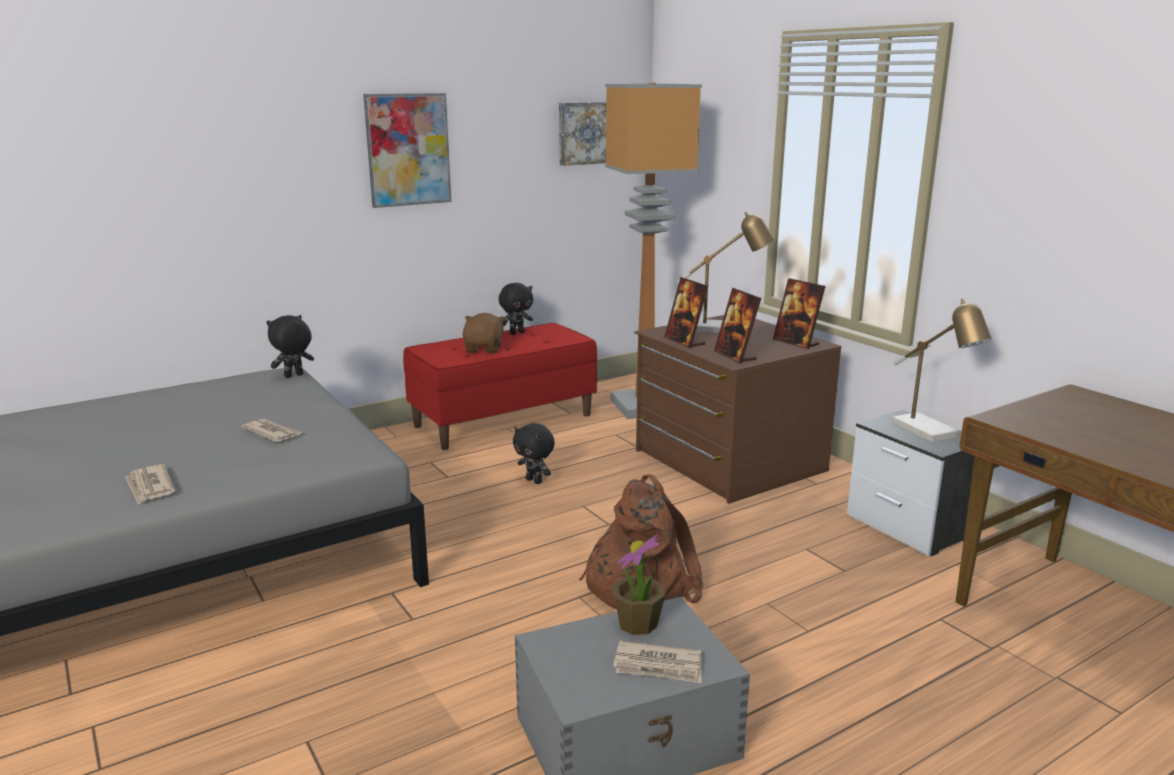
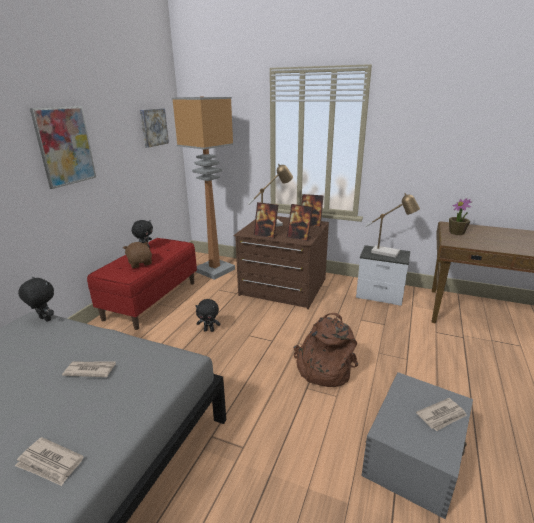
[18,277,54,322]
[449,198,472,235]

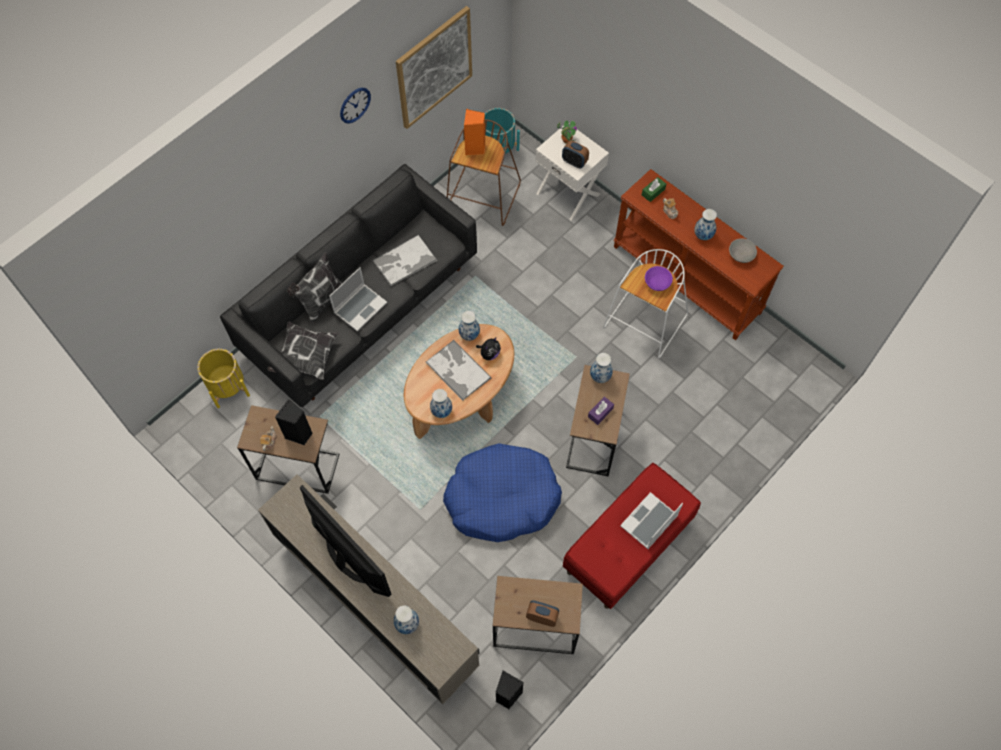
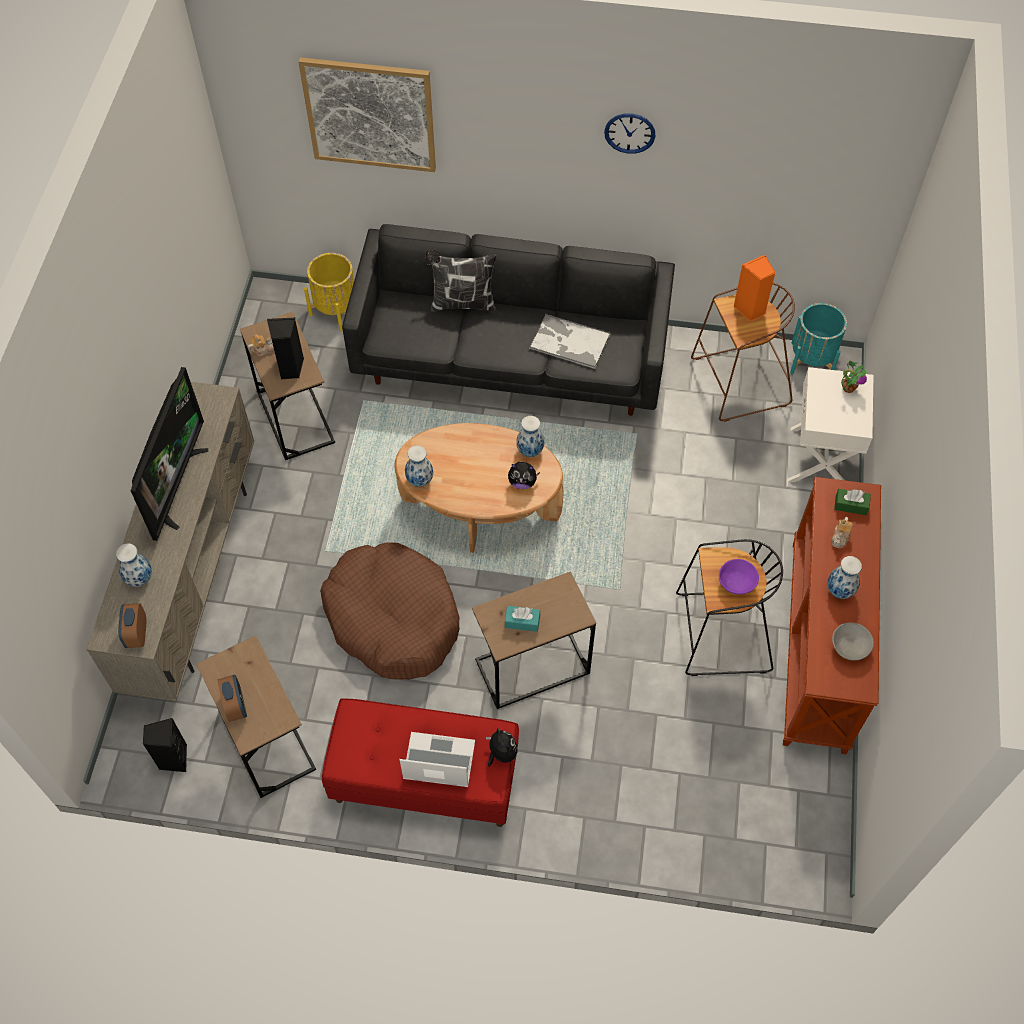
[118,603,146,648]
[298,57,436,172]
[320,542,460,680]
[486,728,518,766]
[505,606,540,632]
[676,539,783,676]
[268,321,339,380] (first image)
[329,267,387,331] (first image)
[426,340,491,401] (first image)
[590,353,613,383] (first image)

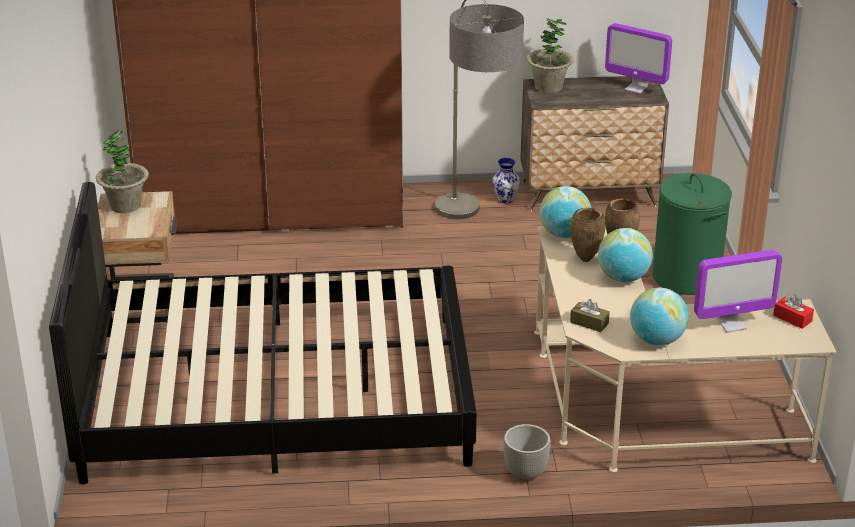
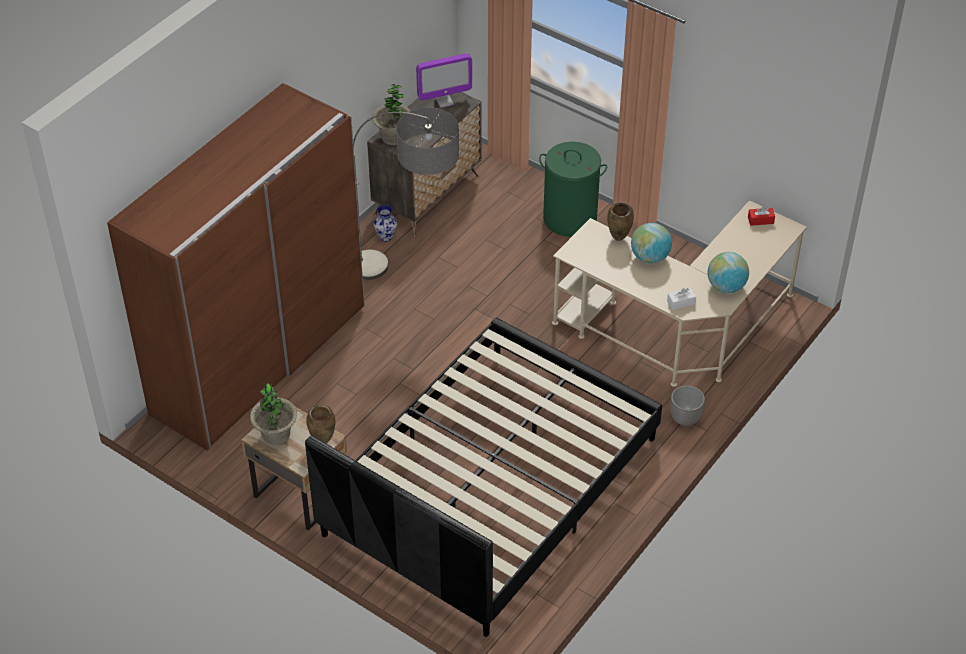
[306,405,336,443]
[667,288,696,310]
[540,186,591,238] (first image)
[694,250,782,332] (first image)

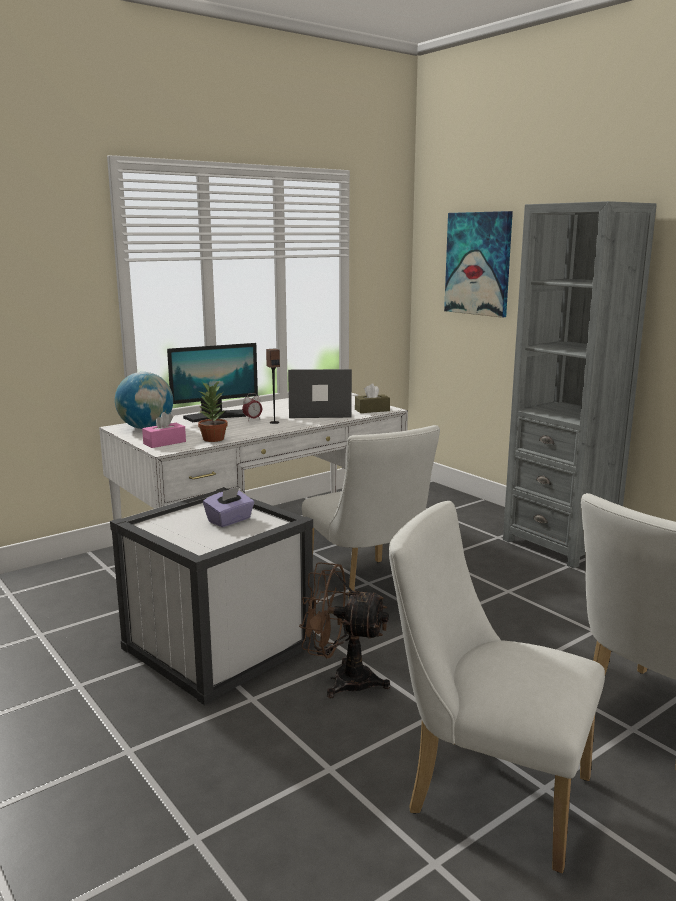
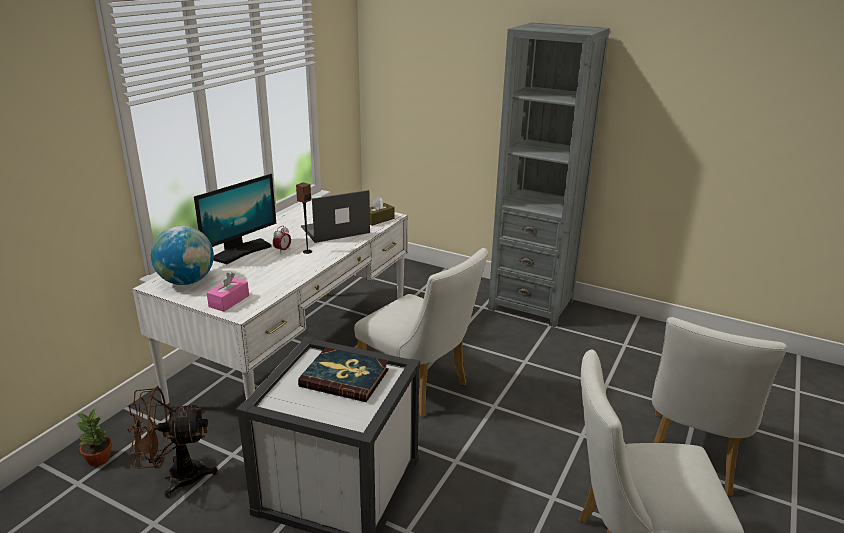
[74,408,112,466]
[127,387,218,498]
[298,347,389,402]
[444,211,513,318] (first image)

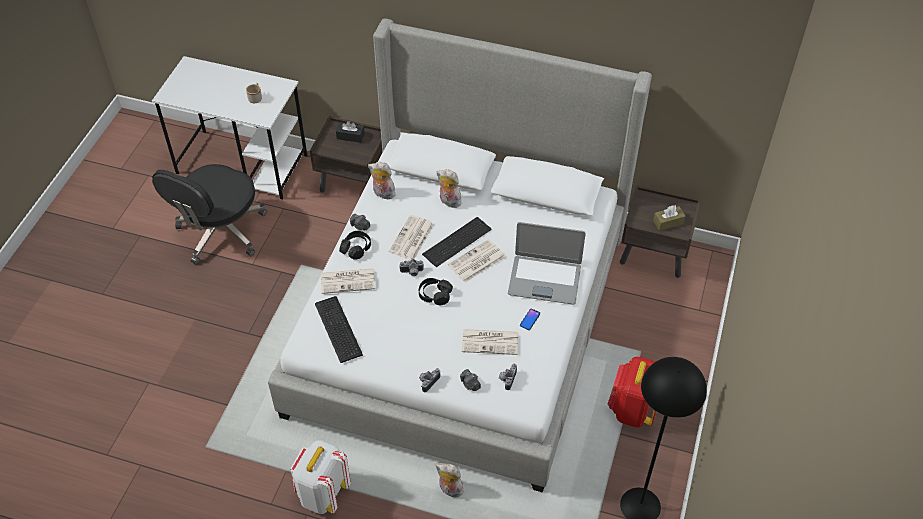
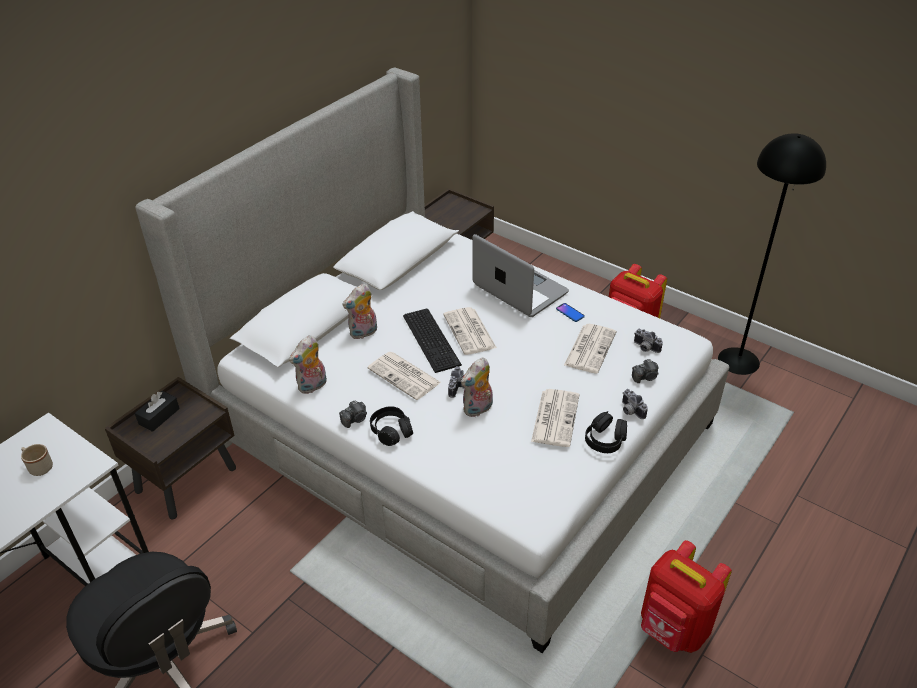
[461,357,493,418]
[472,234,569,317]
[531,389,579,447]
[585,411,627,453]
[641,540,732,653]
[315,296,363,363] (first image)
[653,205,686,231] (first image)

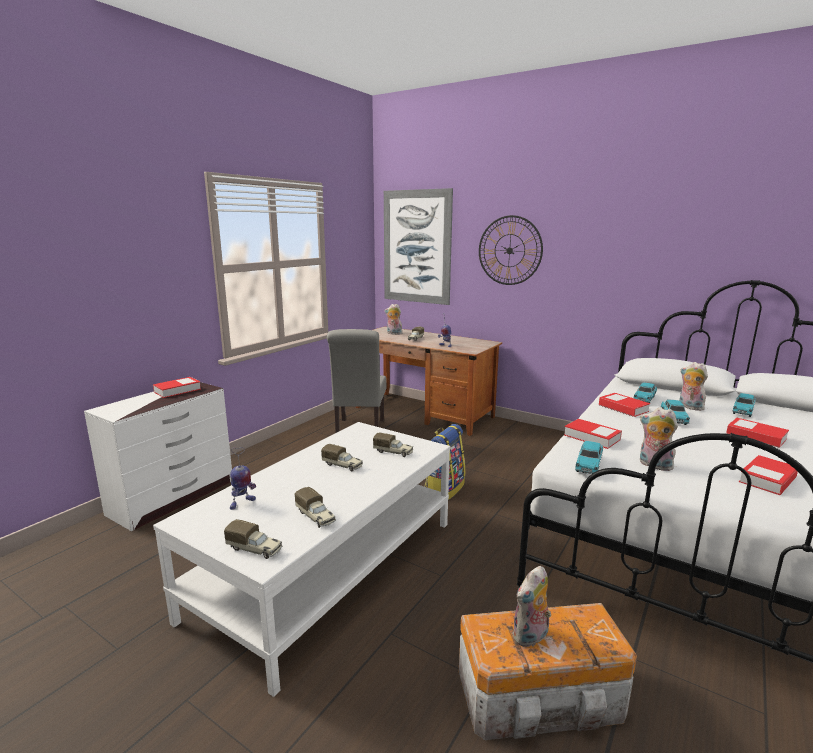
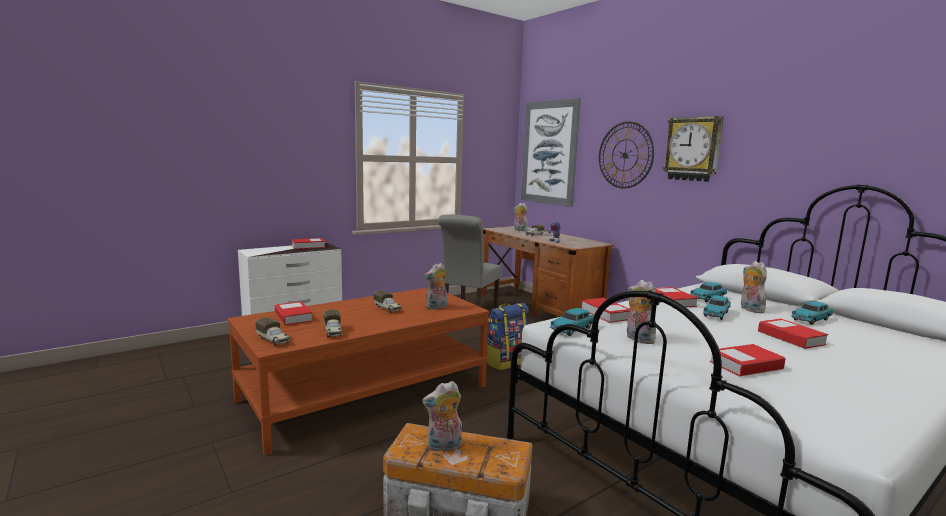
[228,288,489,456]
[275,301,312,325]
[425,263,447,310]
[663,116,724,182]

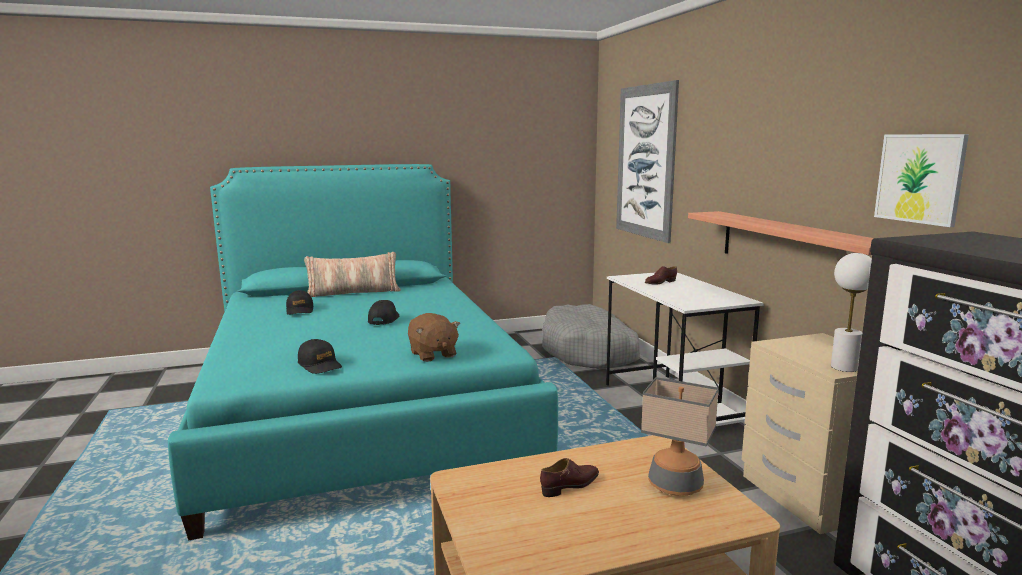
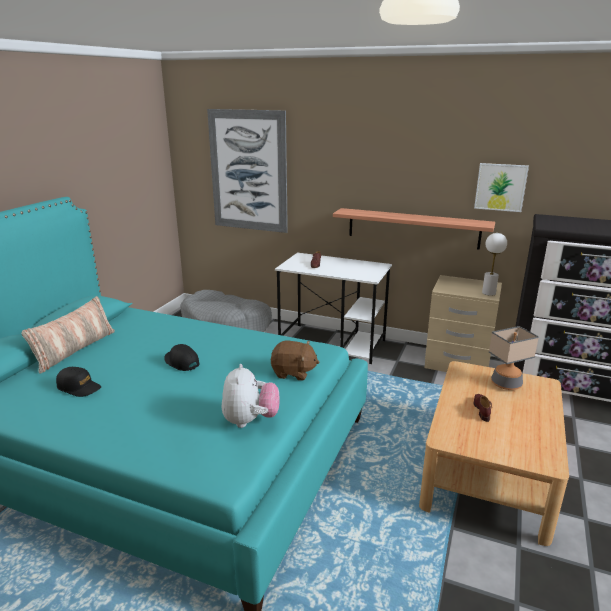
[222,364,280,428]

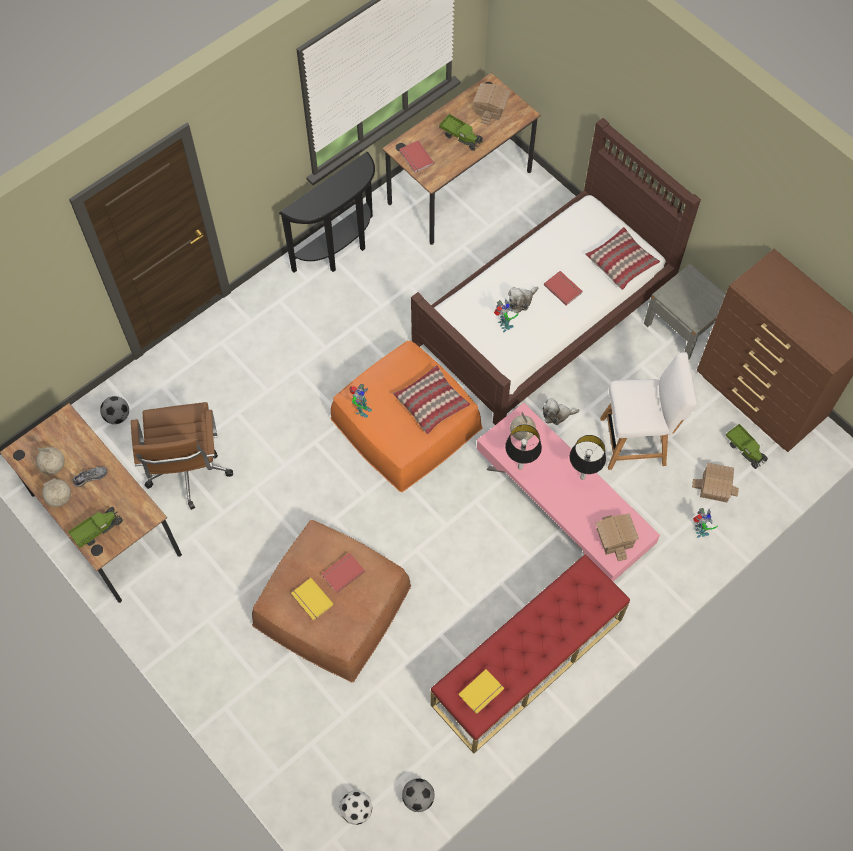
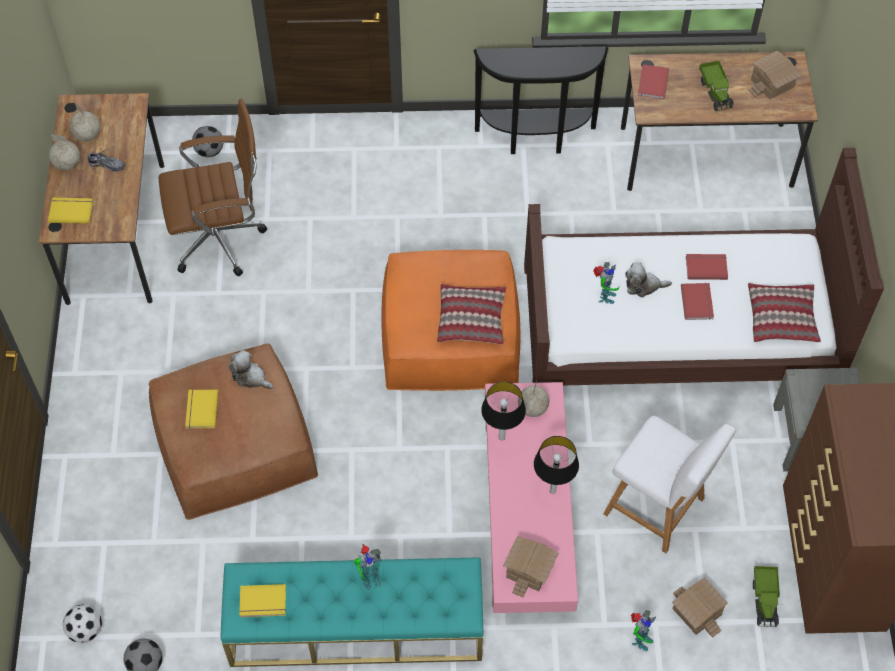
[48,198,93,224]
[159,99,267,276]
[220,558,483,667]
[229,350,273,389]
[353,544,381,591]
[686,254,728,280]

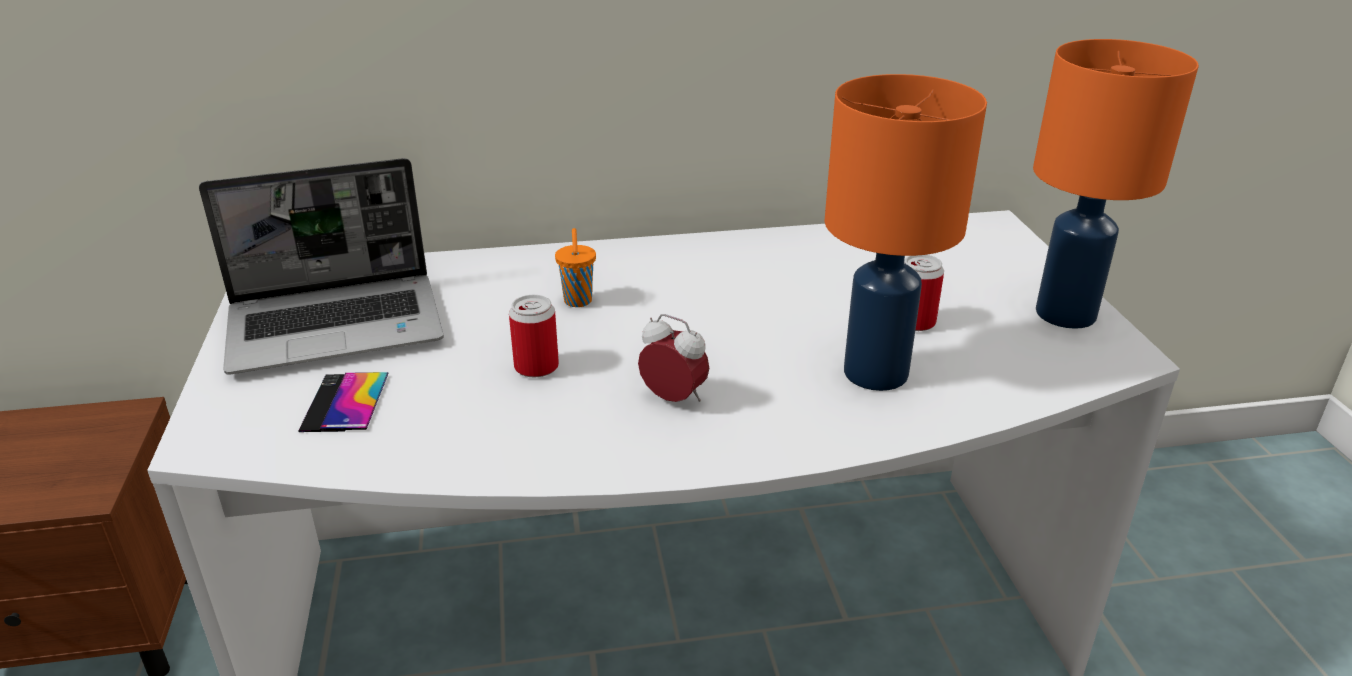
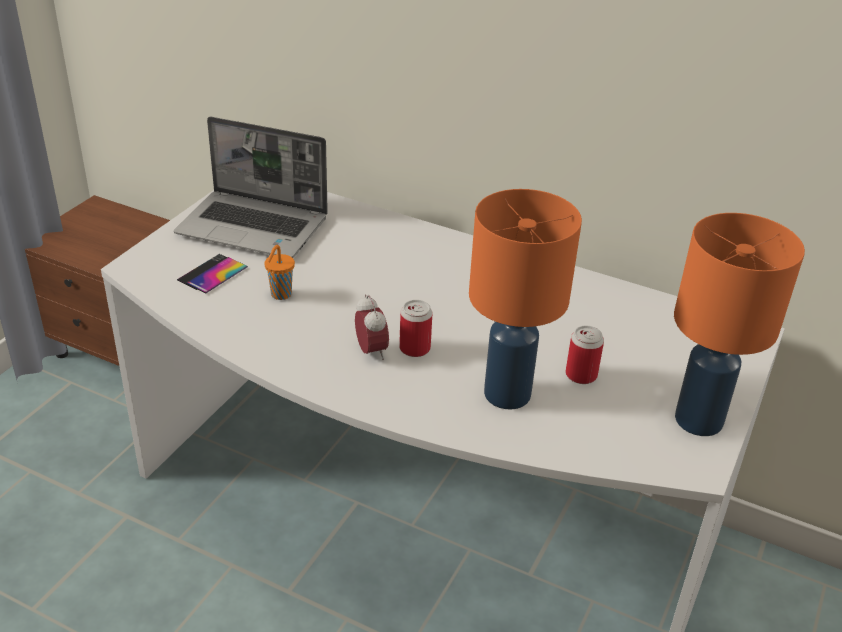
[264,245,295,300]
[399,300,433,357]

